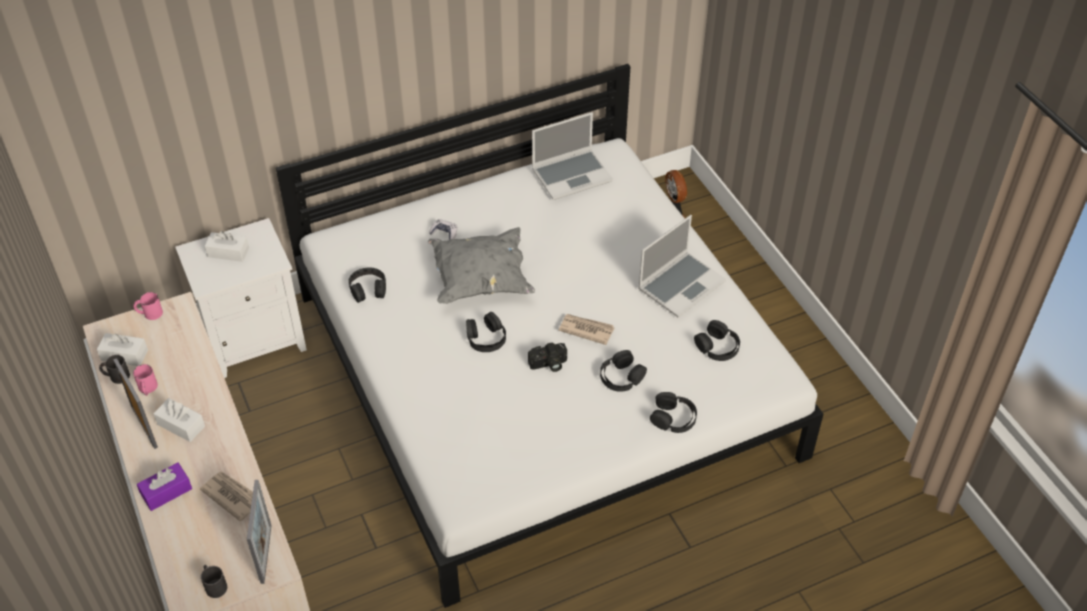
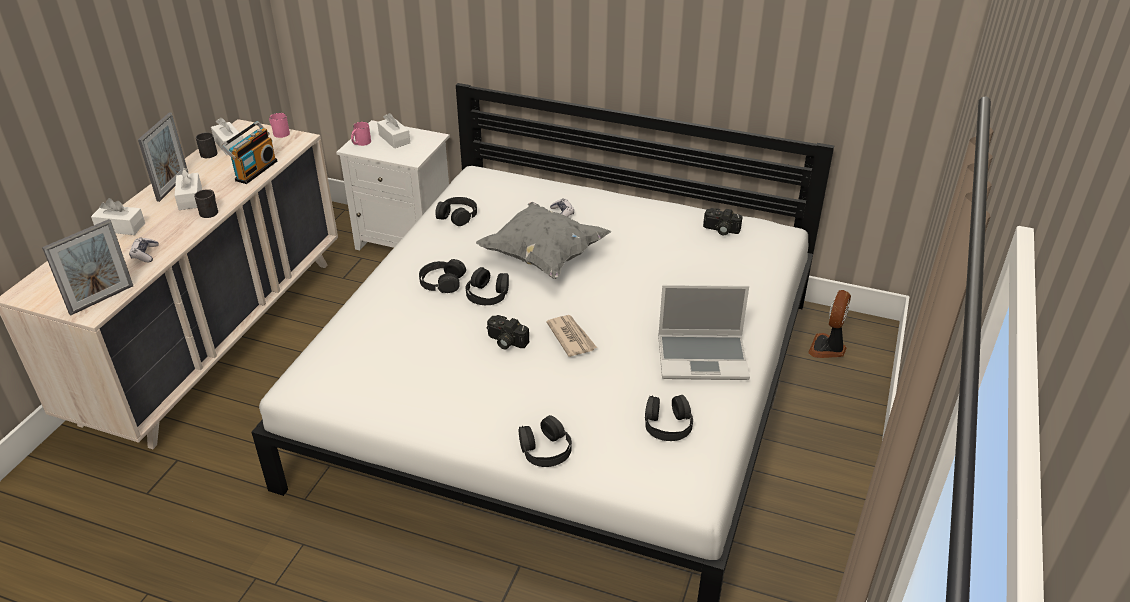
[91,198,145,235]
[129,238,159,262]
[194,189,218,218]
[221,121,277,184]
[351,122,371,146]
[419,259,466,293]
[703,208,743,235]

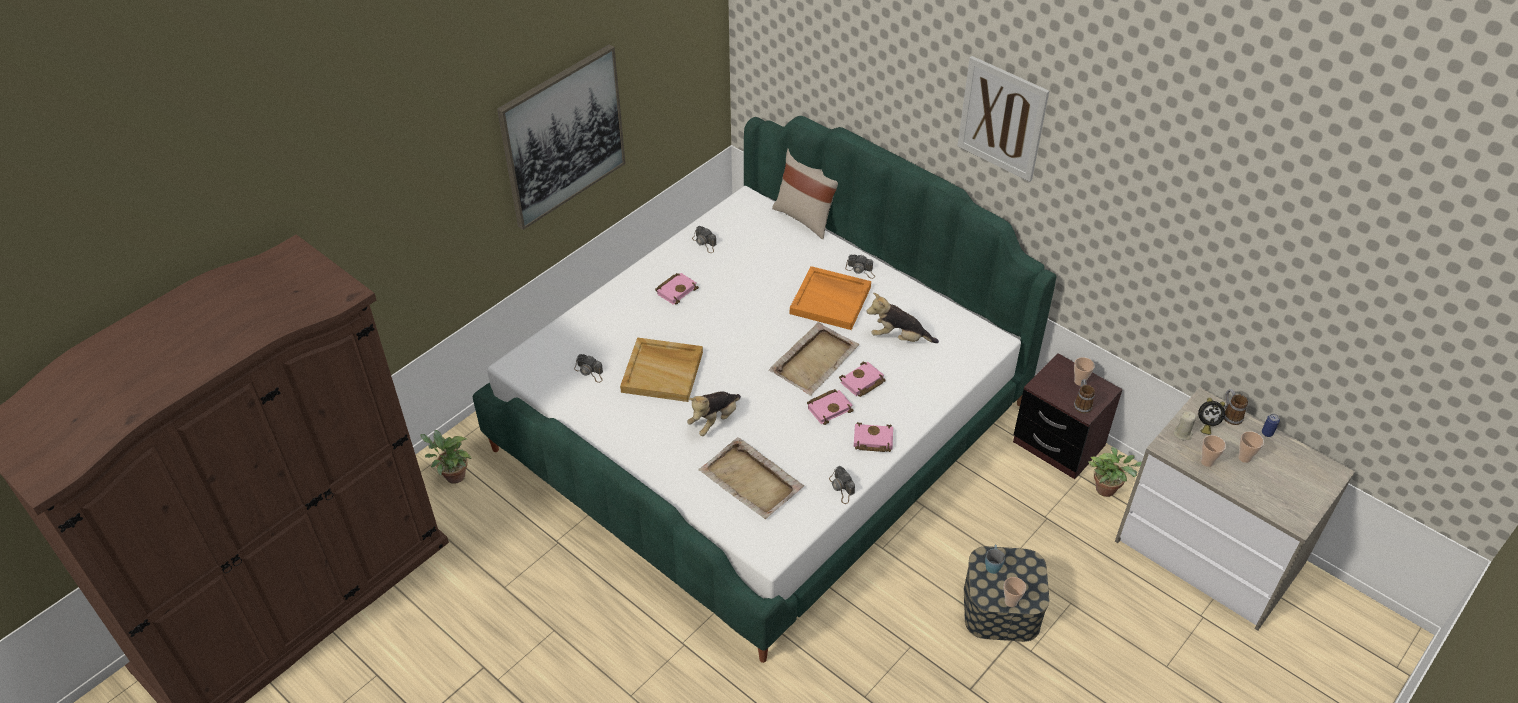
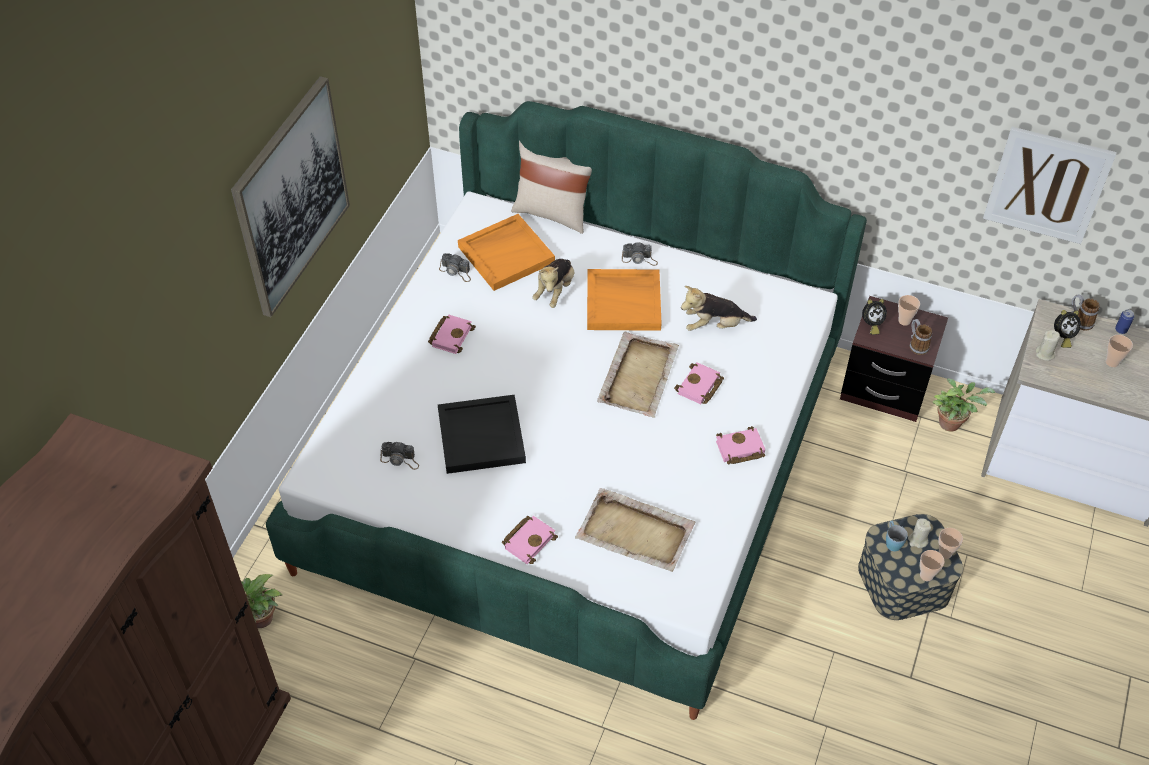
[438,395,526,474]
[458,214,555,291]
[502,516,558,564]
[532,259,575,308]
[862,299,887,335]
[908,518,931,548]
[939,528,963,559]
[983,127,1117,244]
[829,466,855,504] (first image)

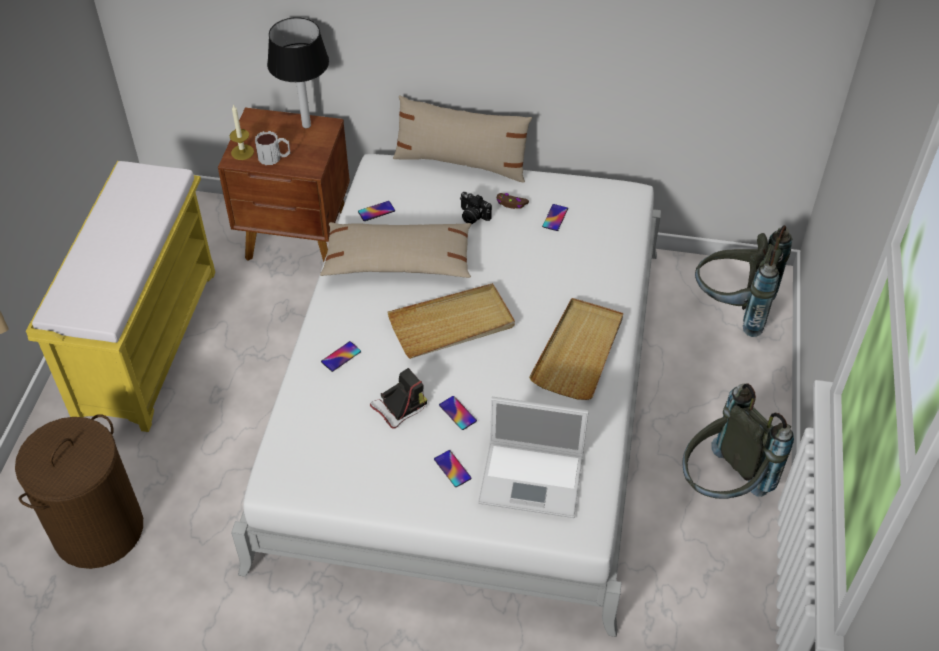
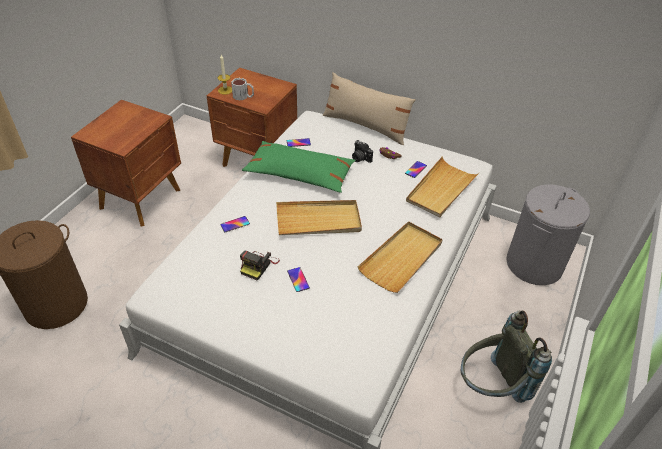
[71,100,181,226]
[240,251,280,281]
[242,141,355,193]
[406,156,479,217]
[506,184,590,285]
[267,17,329,128] (first image)
[434,450,472,487] (first image)
[478,397,589,518] (first image)

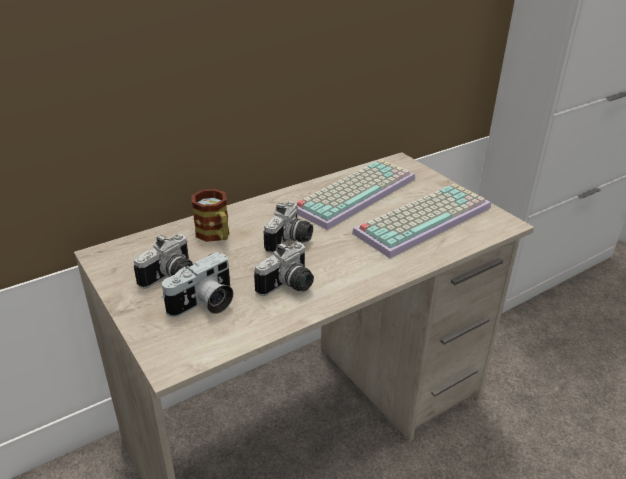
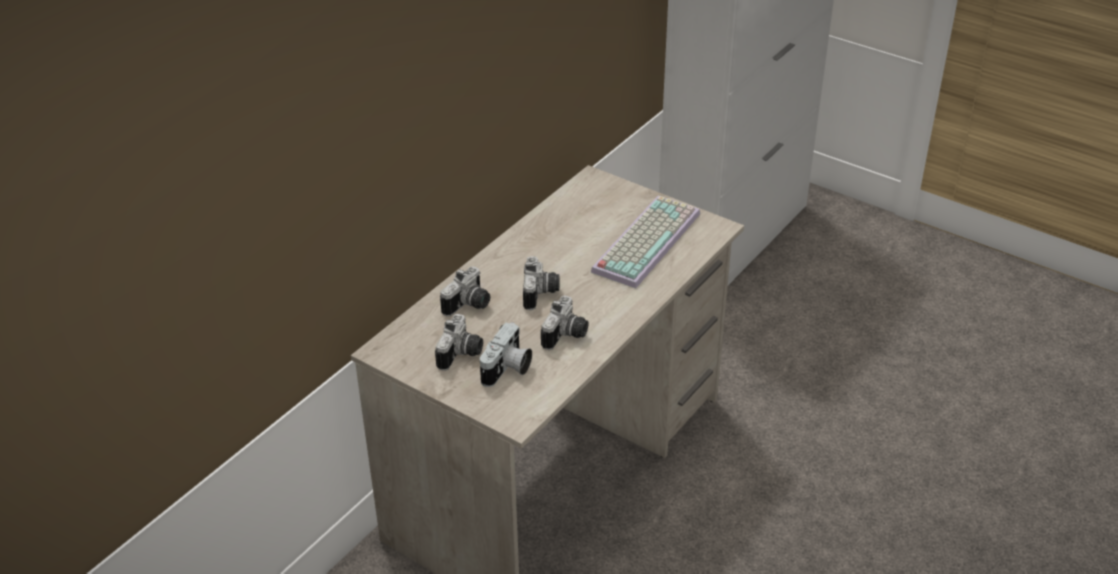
[440,266,490,316]
[296,159,415,230] (first image)

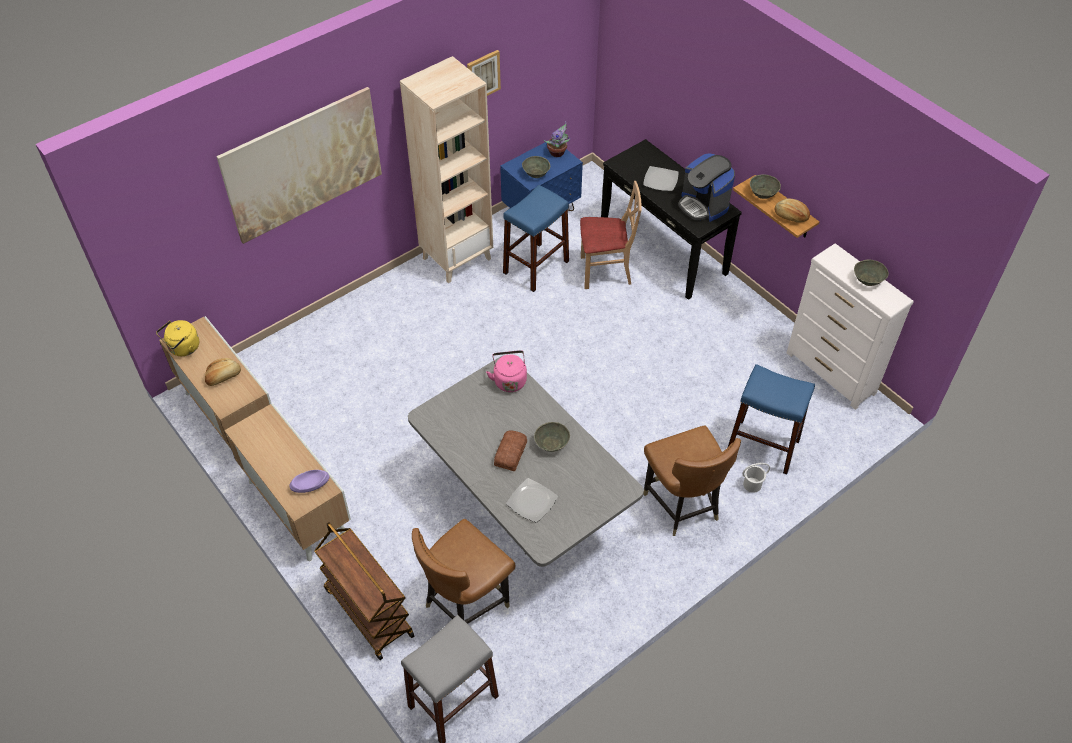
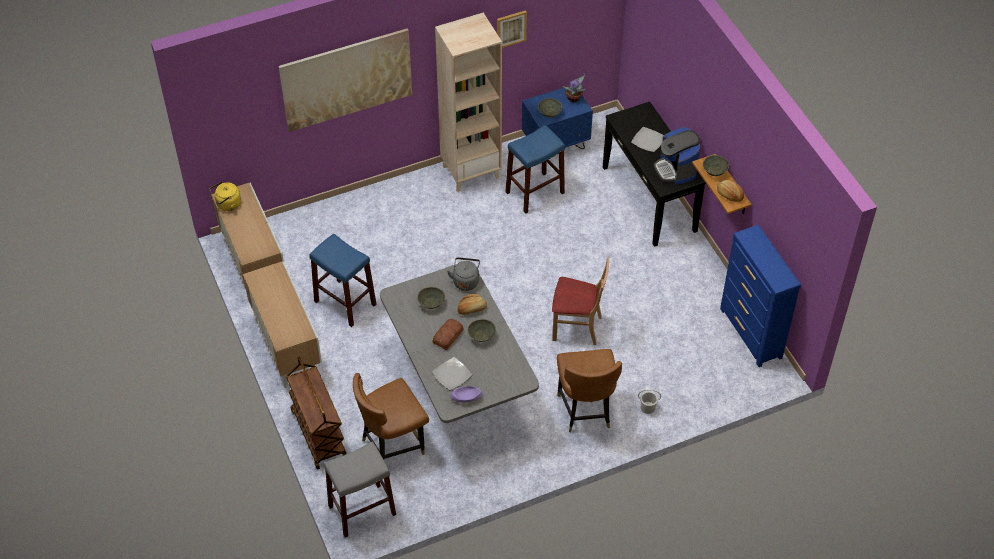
[309,233,376,327]
[417,287,445,309]
[447,257,480,291]
[450,386,483,403]
[457,294,487,315]
[552,257,609,345]
[720,225,801,367]

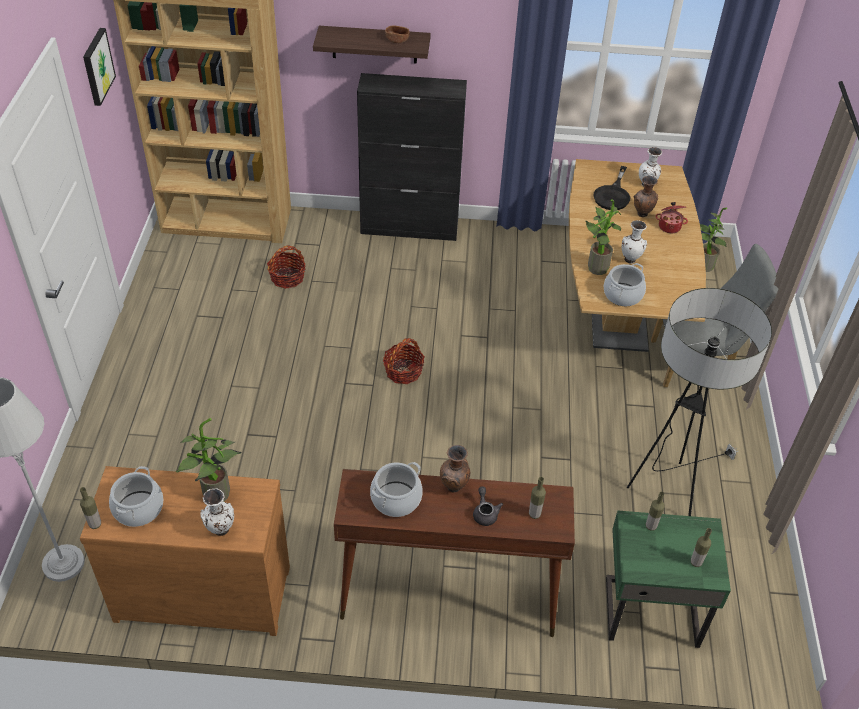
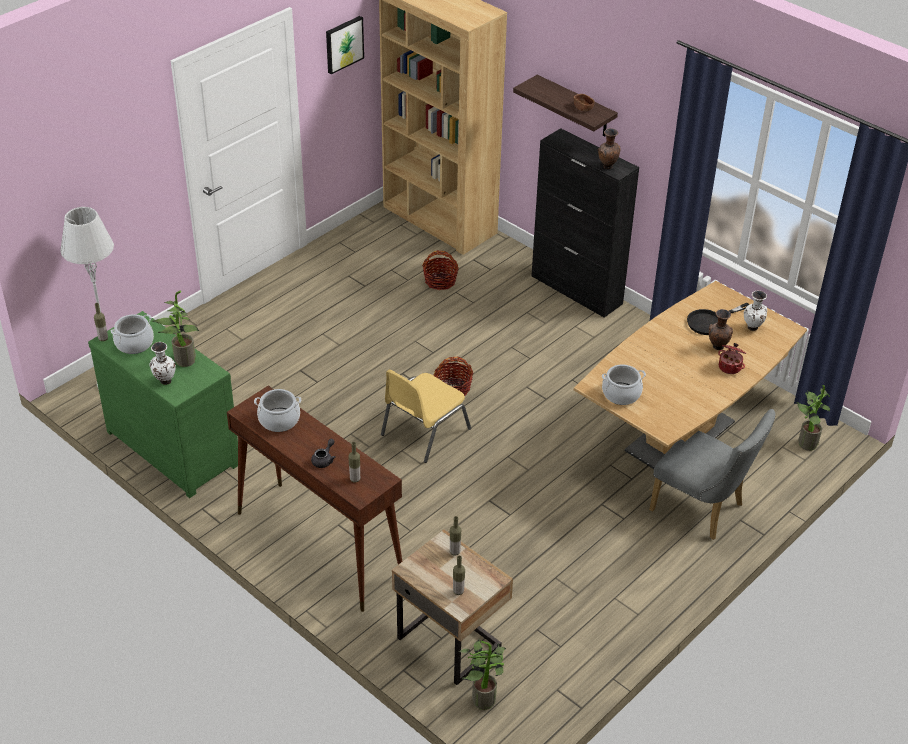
[88,311,238,498]
[381,370,471,463]
[392,529,513,685]
[458,639,506,710]
[598,128,621,169]
[622,220,647,264] (first image)
[627,288,772,516] (first image)

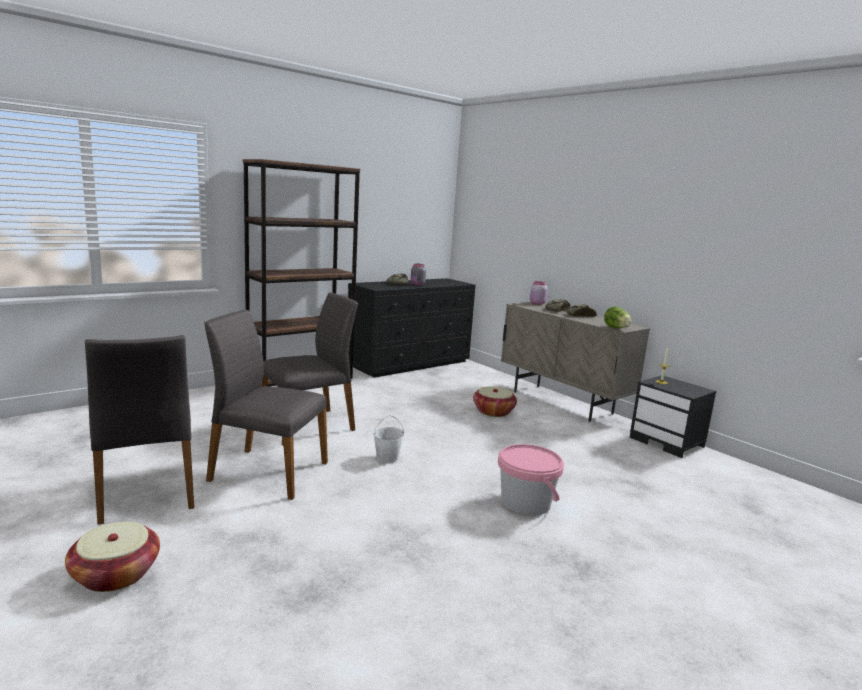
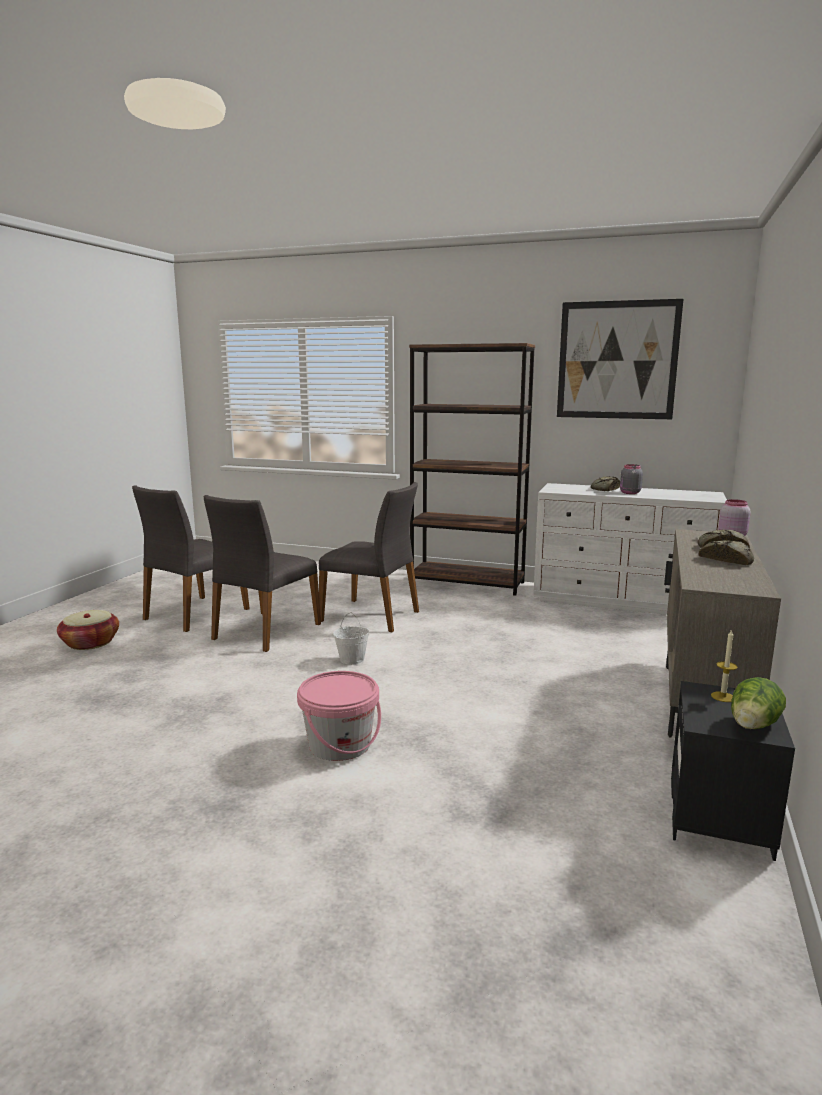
[204,495,321,652]
[533,483,727,615]
[557,299,683,419]
[731,677,786,729]
[473,386,517,417] (first image)

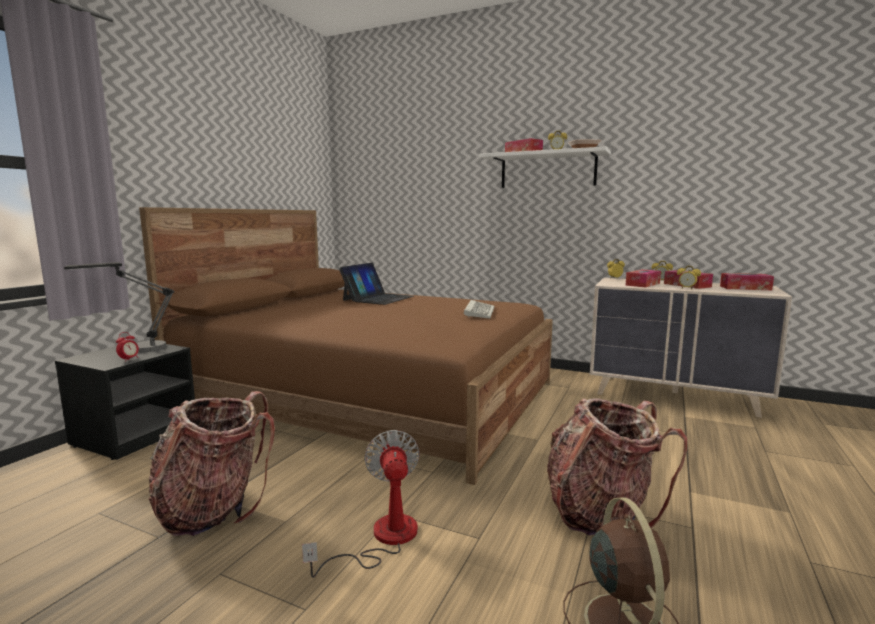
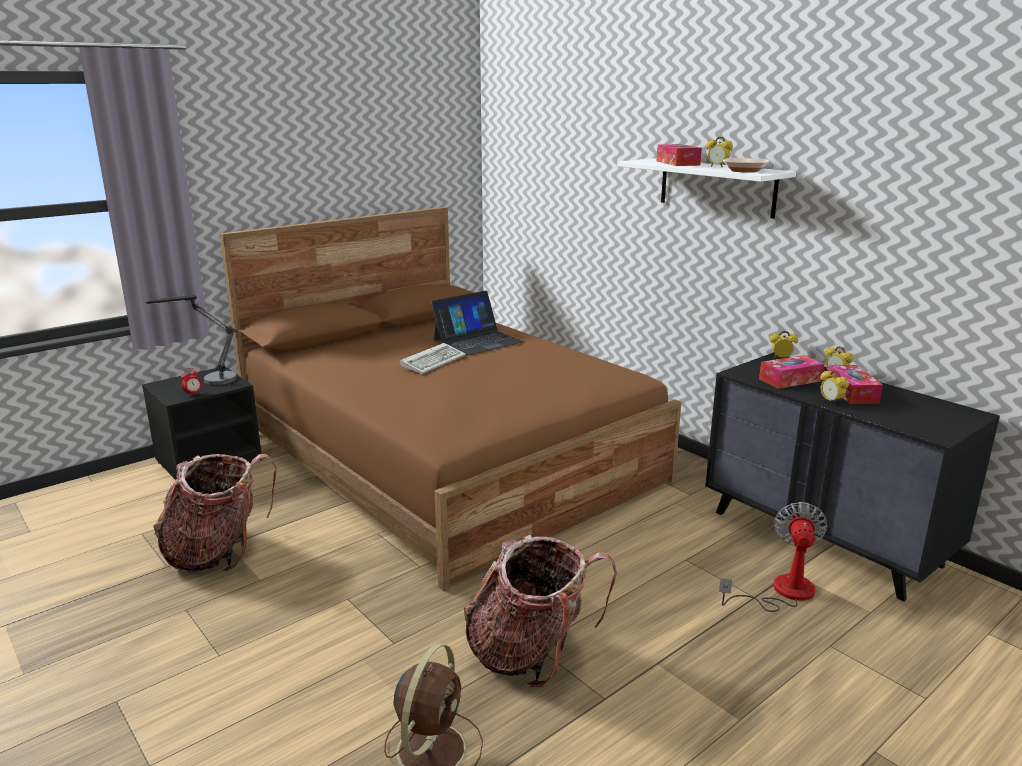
[400,343,466,374]
[705,352,1000,602]
[719,502,828,612]
[720,273,774,290] (first image)

